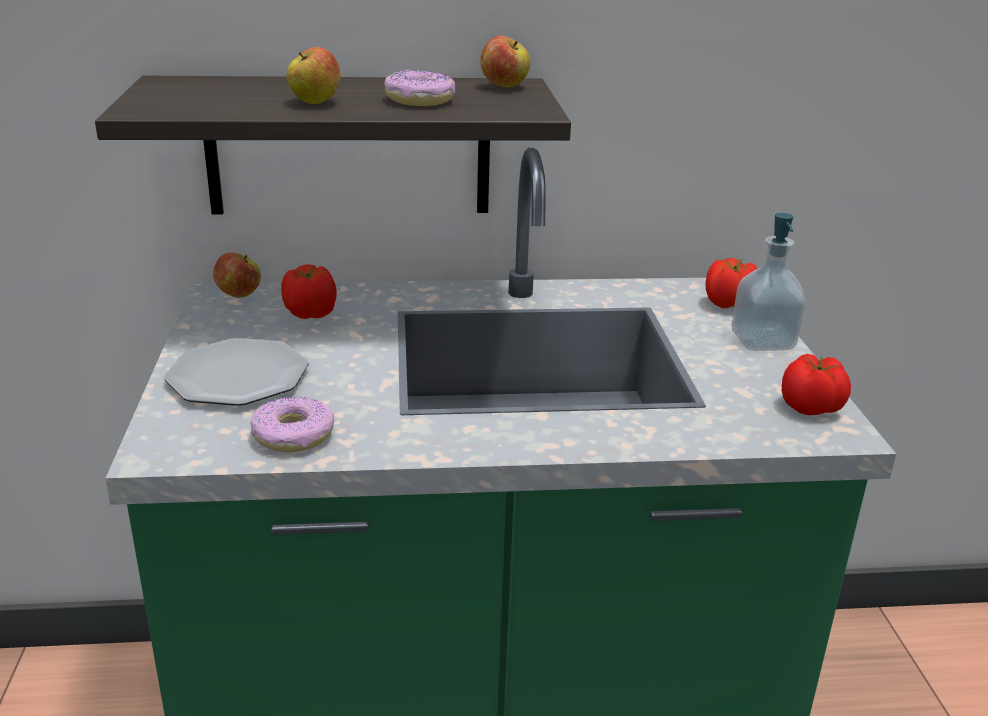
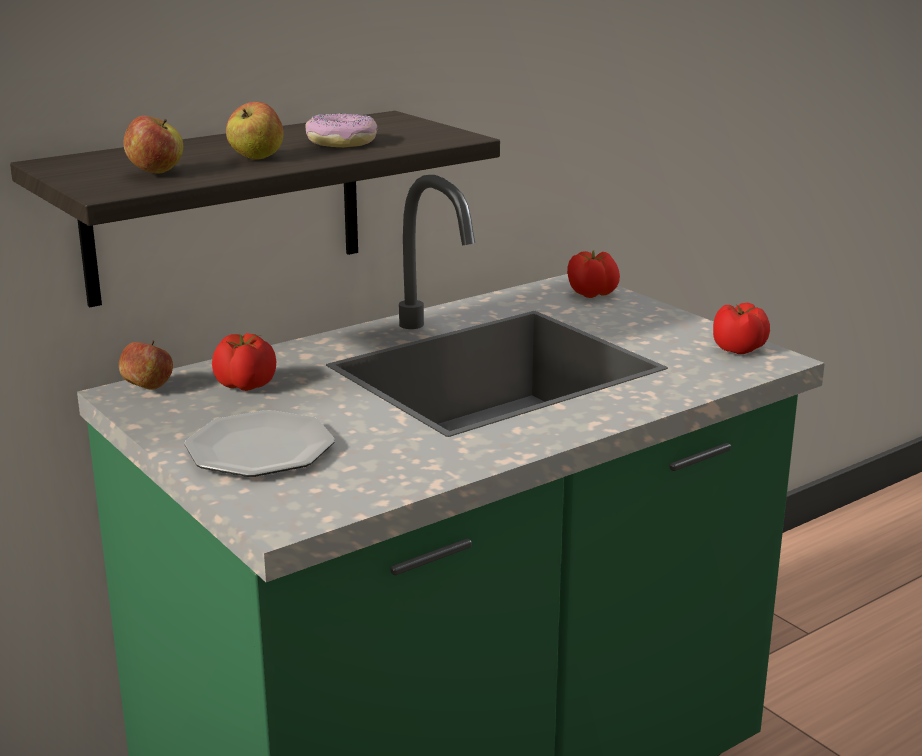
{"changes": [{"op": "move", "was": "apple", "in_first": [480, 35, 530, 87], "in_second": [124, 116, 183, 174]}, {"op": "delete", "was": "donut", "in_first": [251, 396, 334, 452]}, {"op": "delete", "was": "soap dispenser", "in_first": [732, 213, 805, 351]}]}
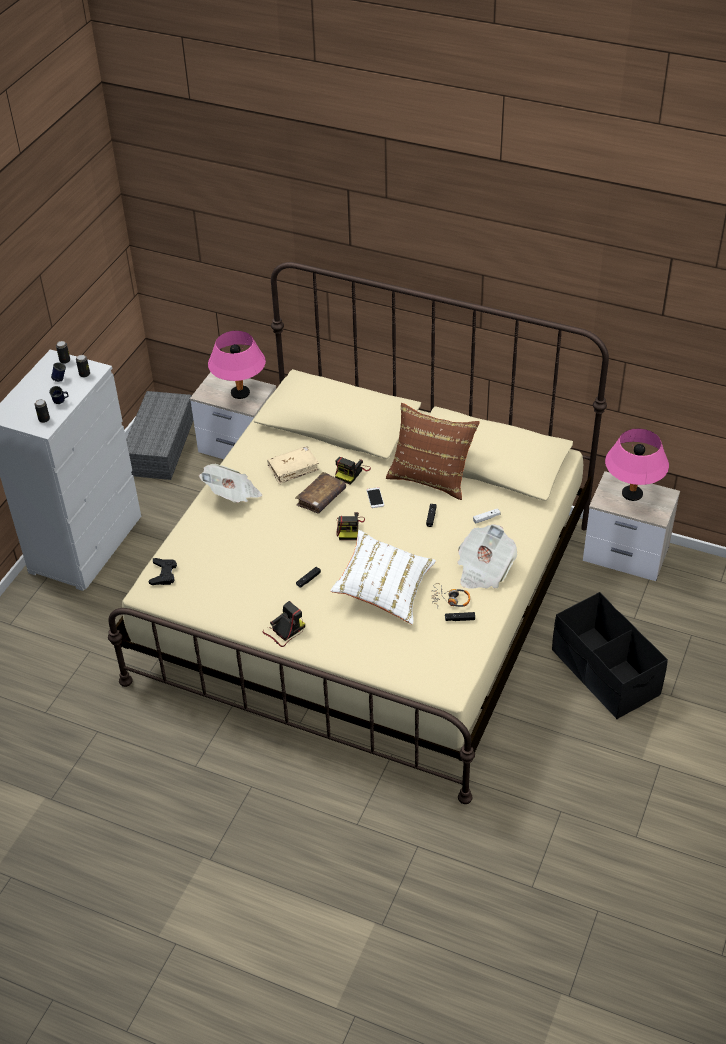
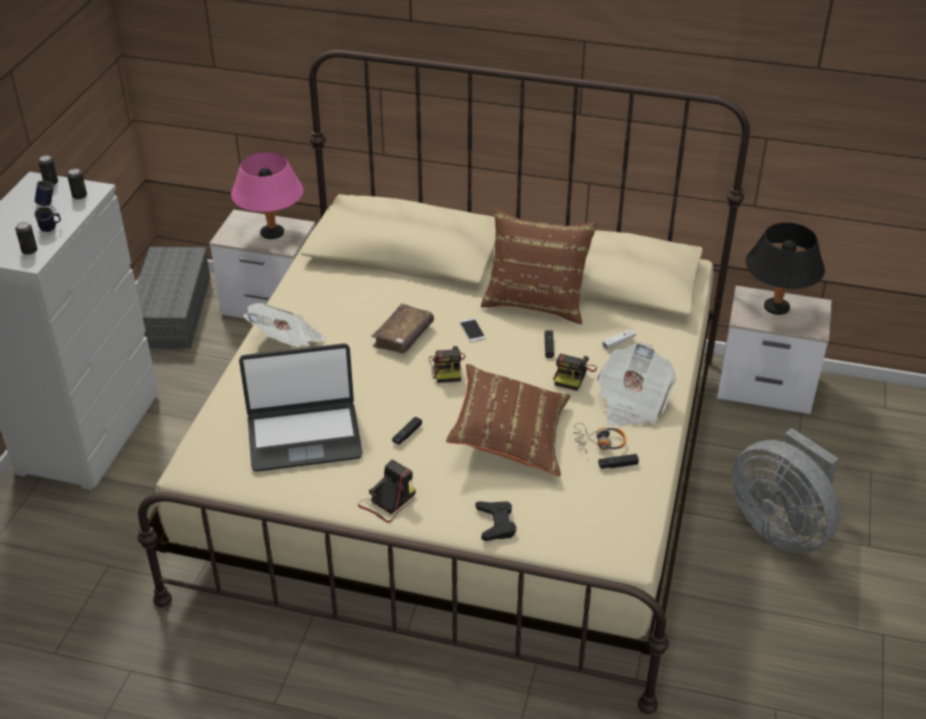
{"changes": [{"op": "insert", "now": "laptop", "in_second": [239, 343, 363, 472]}, {"op": "recolor", "was": "pillow/white", "now": "pillow/brown", "in_first": [330, 530, 436, 625], "in_second": [446, 364, 570, 477]}, {"op": "move", "was": "game controller/black", "in_first": [149, 558, 177, 585], "in_second": [475, 501, 517, 541]}, {"op": "move", "was": "photo camera", "in_first": [335, 457, 371, 485], "in_second": [553, 354, 597, 391]}, {"op": "replace", "was": "storage box/black", "now": "fan/grey", "in_first": [552, 592, 668, 719], "in_second": [732, 428, 840, 553]}, {"op": "recolor", "was": "table lamp/pink", "now": "table lamp/black", "in_first": [605, 429, 669, 501], "in_second": [746, 223, 825, 315]}, {"op": "delete", "was": "book/beige", "in_first": [267, 446, 319, 484]}]}
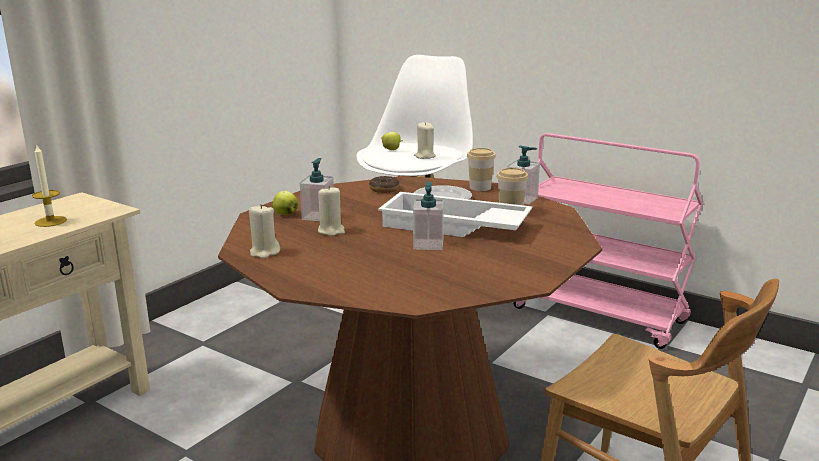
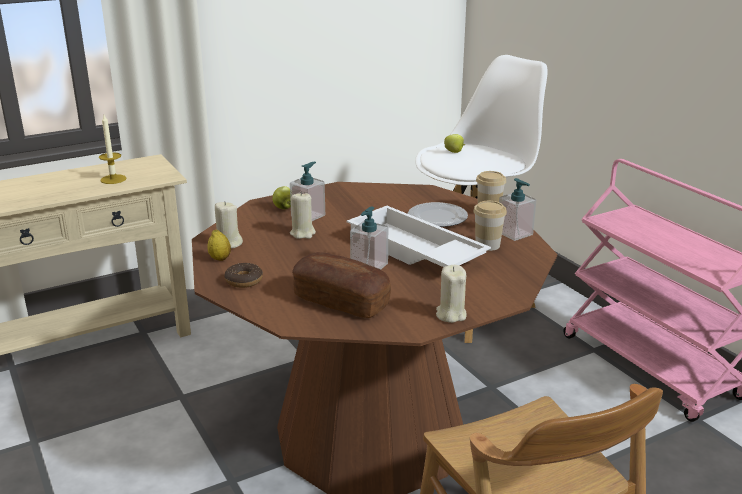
{"changes": [{"op": "insert", "now": "lemon", "in_second": [208, 230, 231, 261]}, {"op": "move", "was": "donut", "in_first": [369, 176, 400, 193], "in_second": [224, 263, 263, 288]}, {"op": "insert", "now": "bread", "in_second": [292, 252, 391, 318]}, {"op": "move", "was": "candle/beige", "in_first": [414, 122, 436, 159], "in_second": [436, 265, 467, 323]}]}
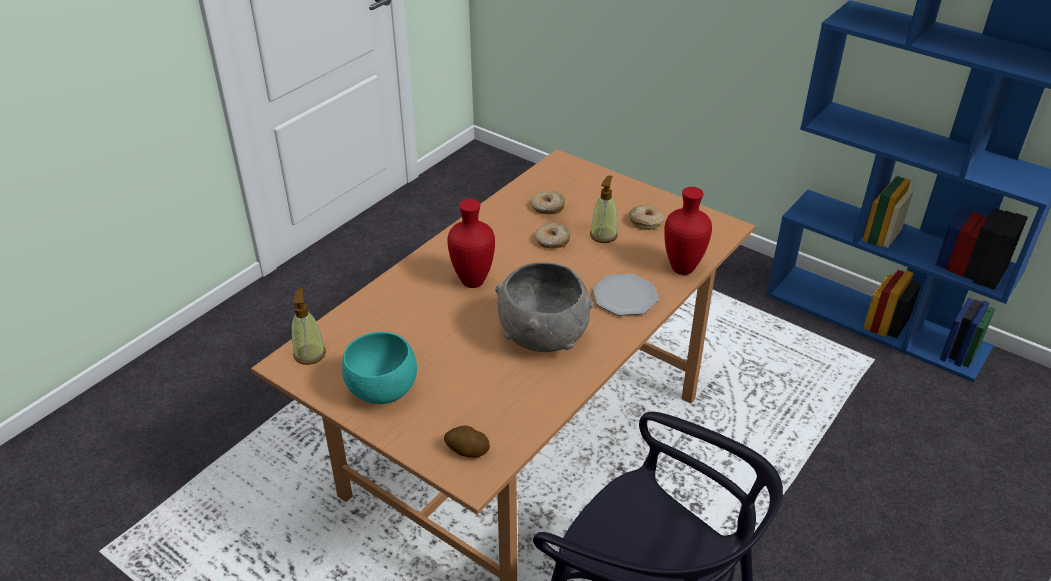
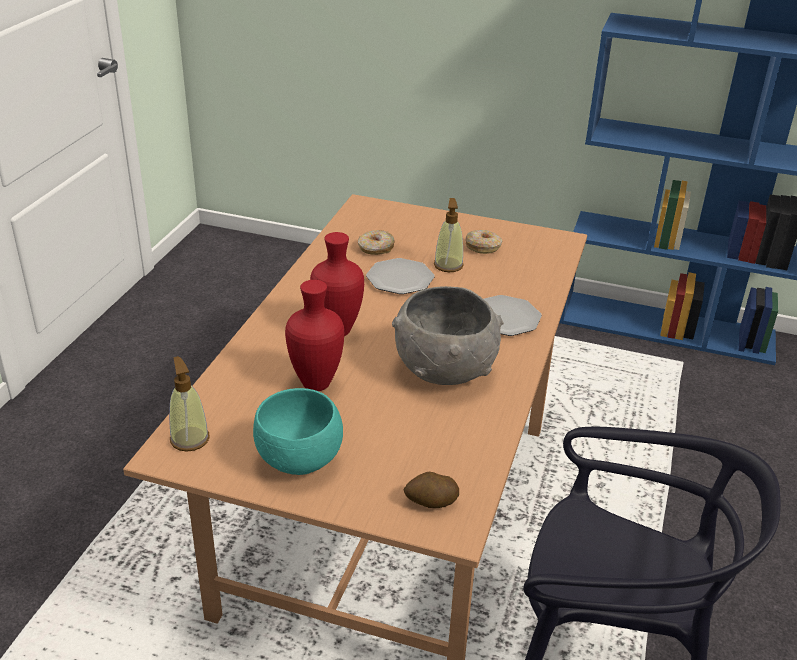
{"changes": [{"op": "move", "was": "vase/red", "in_first": [664, 187, 712, 275], "in_second": [285, 280, 344, 391]}, {"op": "replace", "was": "donut", "now": "plate", "in_first": [535, 223, 570, 248], "in_second": [366, 258, 435, 294]}]}
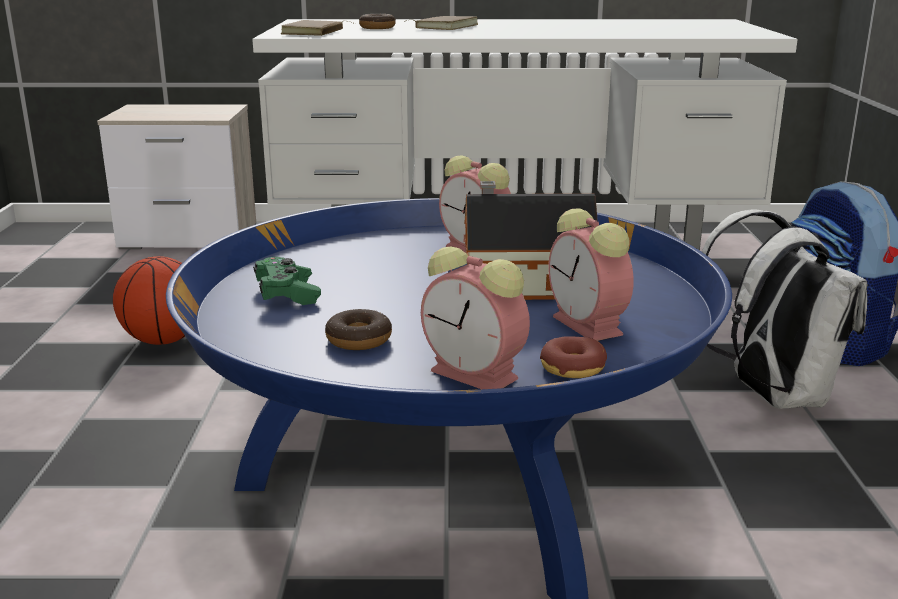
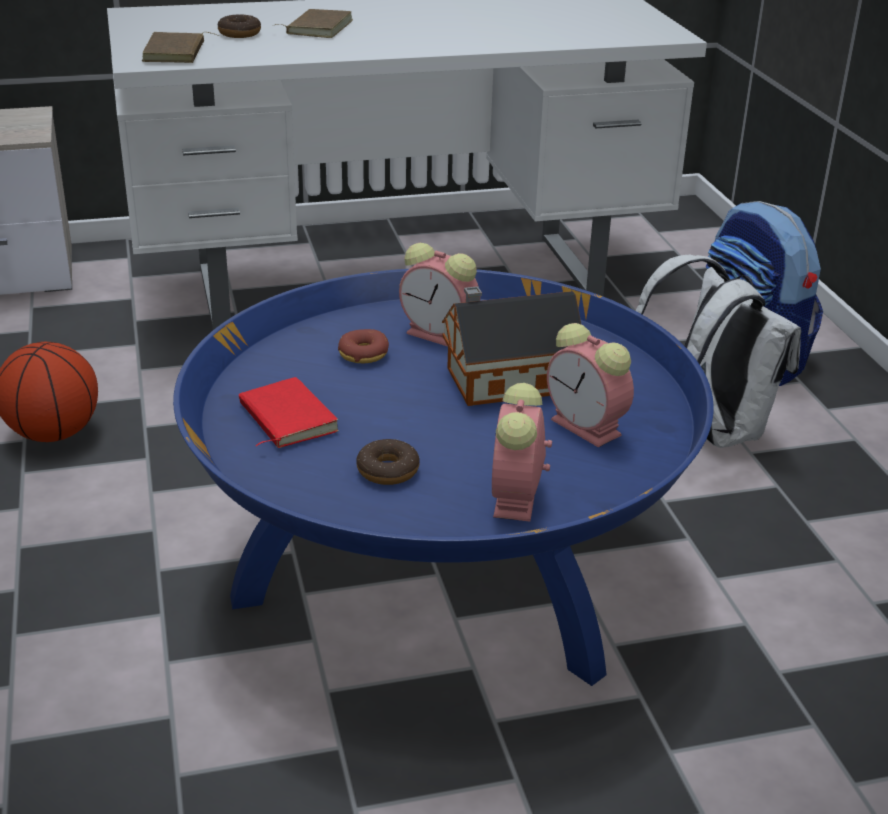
{"changes": [{"op": "replace", "was": "game controller/green", "now": "book/red", "in_first": [253, 257, 321, 305], "in_second": [239, 377, 339, 448]}, {"op": "move", "was": "donut", "in_first": [540, 336, 607, 378], "in_second": [338, 329, 389, 363]}, {"op": "rotate", "was": "alarm clock", "in_first": [421, 246, 530, 389], "in_second": [492, 383, 552, 522], "clockwise": 75}]}
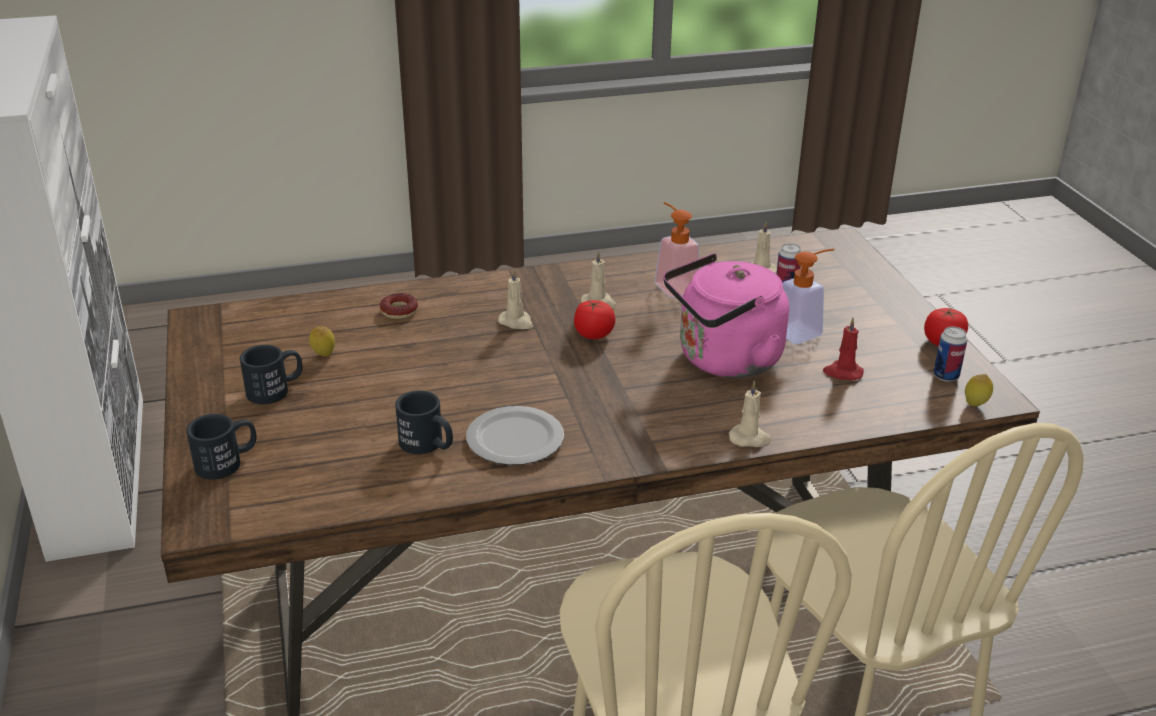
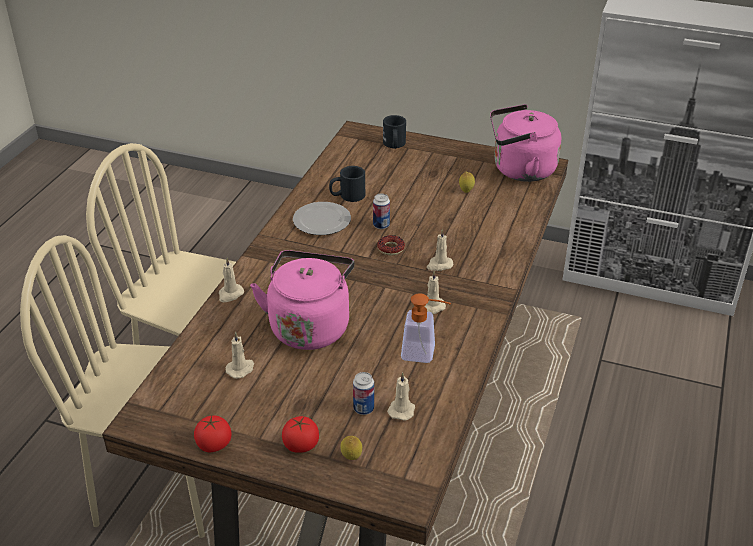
{"changes": [{"op": "recolor", "was": "candle/red", "now": "candle/beige", "in_first": [823, 318, 864, 380], "in_second": [225, 332, 254, 379]}, {"op": "move", "was": "tomato", "in_first": [574, 300, 616, 339], "in_second": [282, 416, 319, 453]}, {"op": "move", "was": "lemon", "in_first": [965, 374, 993, 407], "in_second": [340, 436, 362, 460]}, {"op": "move", "was": "can", "in_first": [933, 327, 967, 382], "in_second": [373, 194, 390, 229]}, {"op": "move", "was": "donut", "in_first": [380, 293, 418, 319], "in_second": [377, 235, 405, 255]}, {"op": "insert", "now": "kettle/pink", "in_second": [490, 104, 562, 182]}, {"op": "delete", "was": "mug/black", "in_first": [240, 345, 303, 404]}, {"op": "delete", "was": "soap dispenser", "in_first": [783, 249, 834, 344]}]}
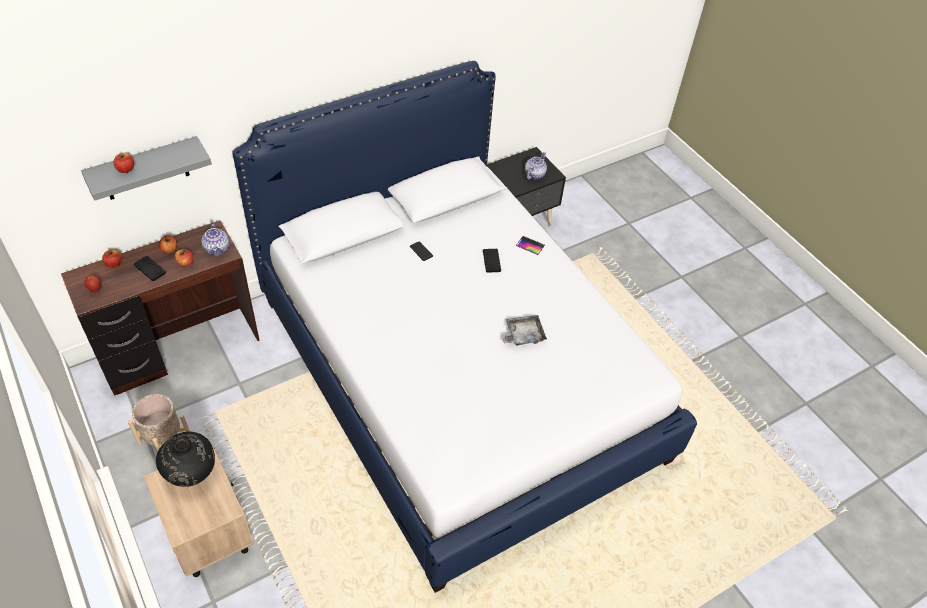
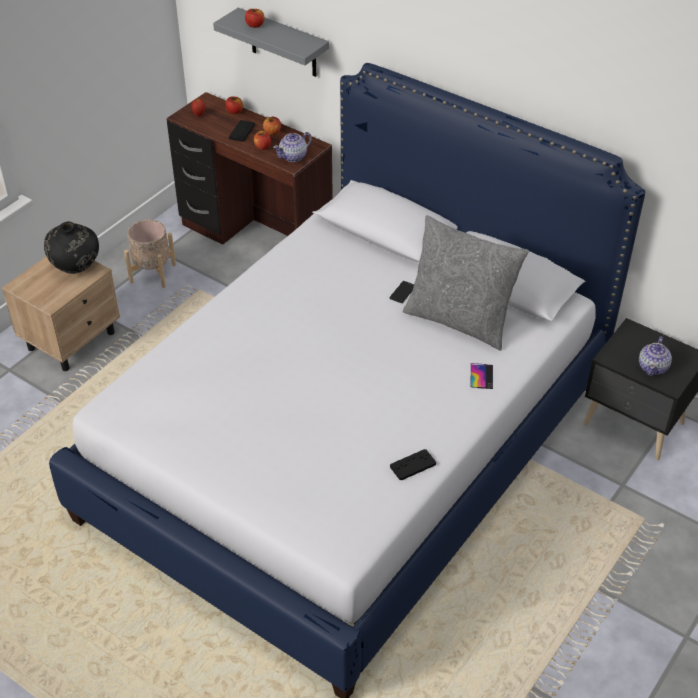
{"changes": [{"op": "move", "was": "game controller/black", "in_first": [483, 249, 501, 273], "in_second": [390, 449, 436, 480]}, {"op": "insert", "now": "pillow/grey", "in_second": [403, 215, 529, 351]}, {"op": "rotate", "was": "teapot", "in_first": [525, 152, 547, 180], "in_second": [639, 336, 672, 376], "clockwise": 105}, {"op": "delete", "was": "tray/grey", "in_first": [502, 315, 547, 346]}]}
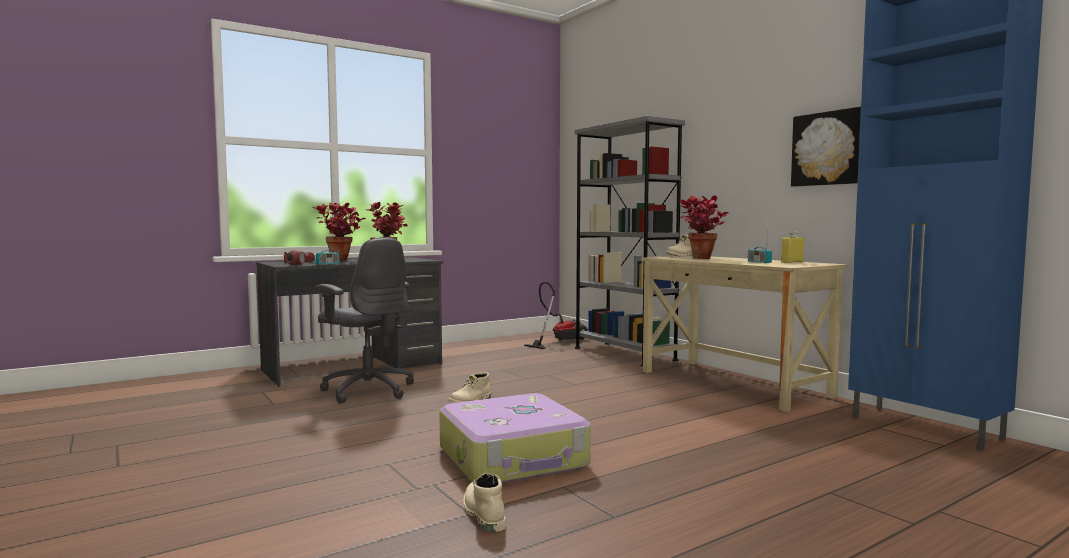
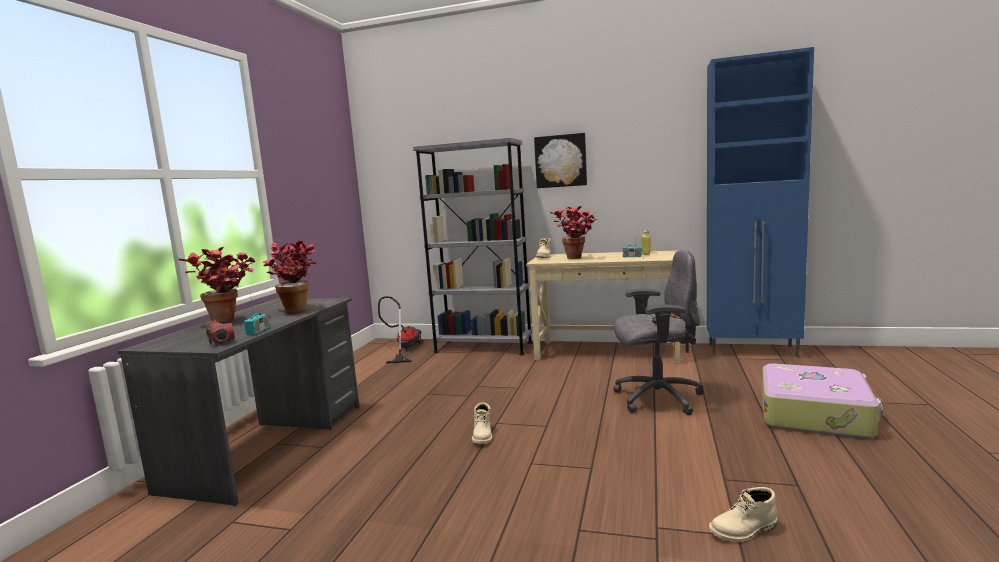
{"changes": [{"op": "move", "was": "picture", "in_first": [791, 107, 861, 187], "in_second": [534, 133, 587, 188]}, {"op": "move", "was": "office chair/grey", "in_first": [315, 237, 414, 404], "in_second": [613, 250, 704, 415]}, {"op": "rotate", "was": "boot/beige", "in_first": [464, 473, 506, 532], "in_second": [709, 487, 777, 542], "clockwise": -45}, {"op": "move", "was": "suitcase", "in_first": [439, 393, 591, 484], "in_second": [762, 364, 883, 438]}]}
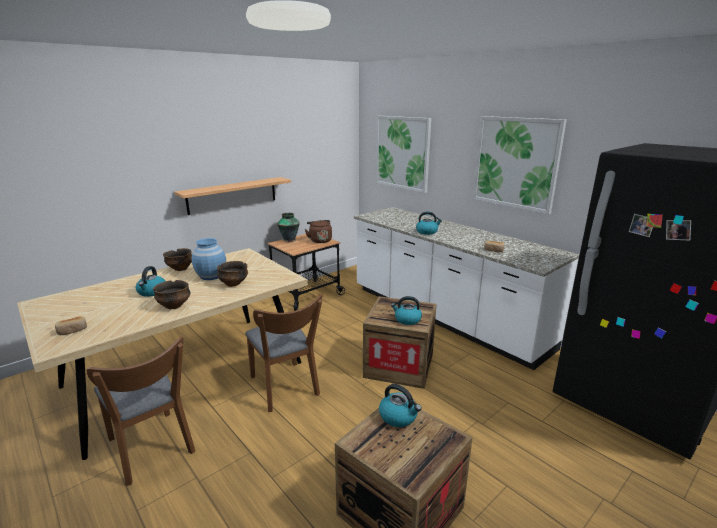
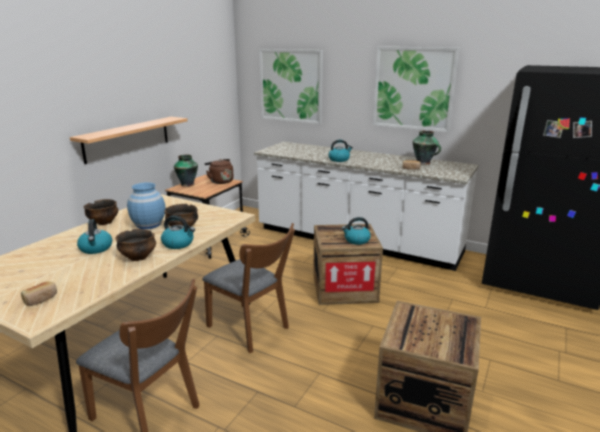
{"changes": [{"op": "move", "was": "kettle", "in_first": [379, 384, 422, 427], "in_second": [161, 215, 195, 249]}, {"op": "insert", "now": "vase", "in_second": [412, 131, 441, 165]}]}
